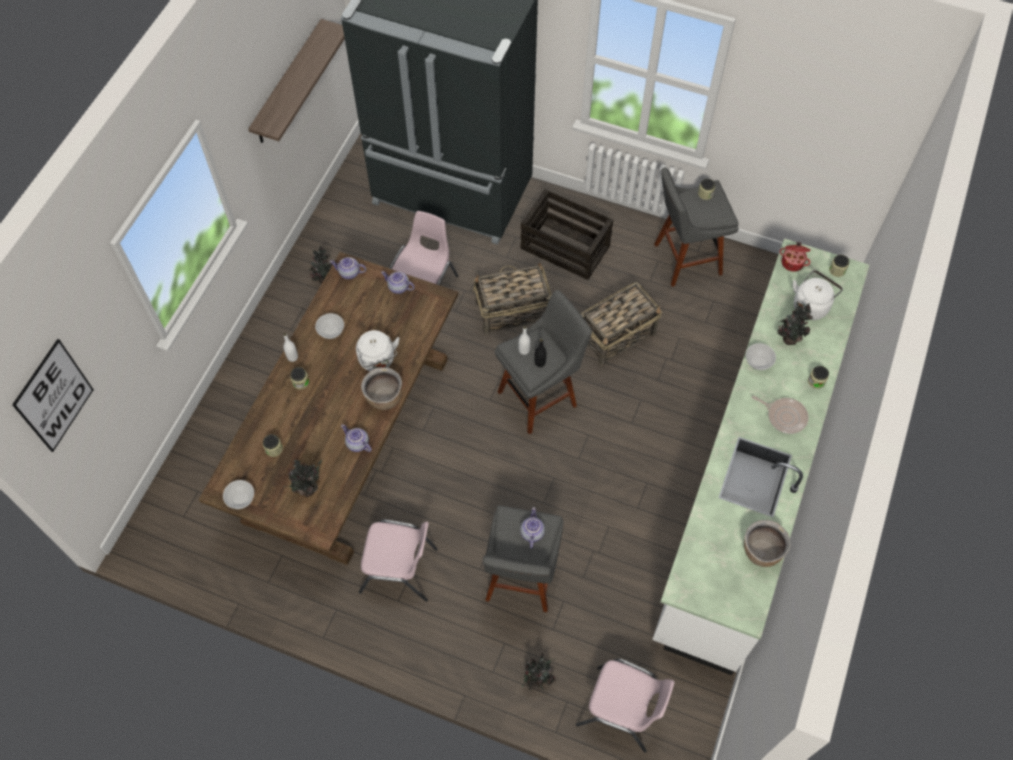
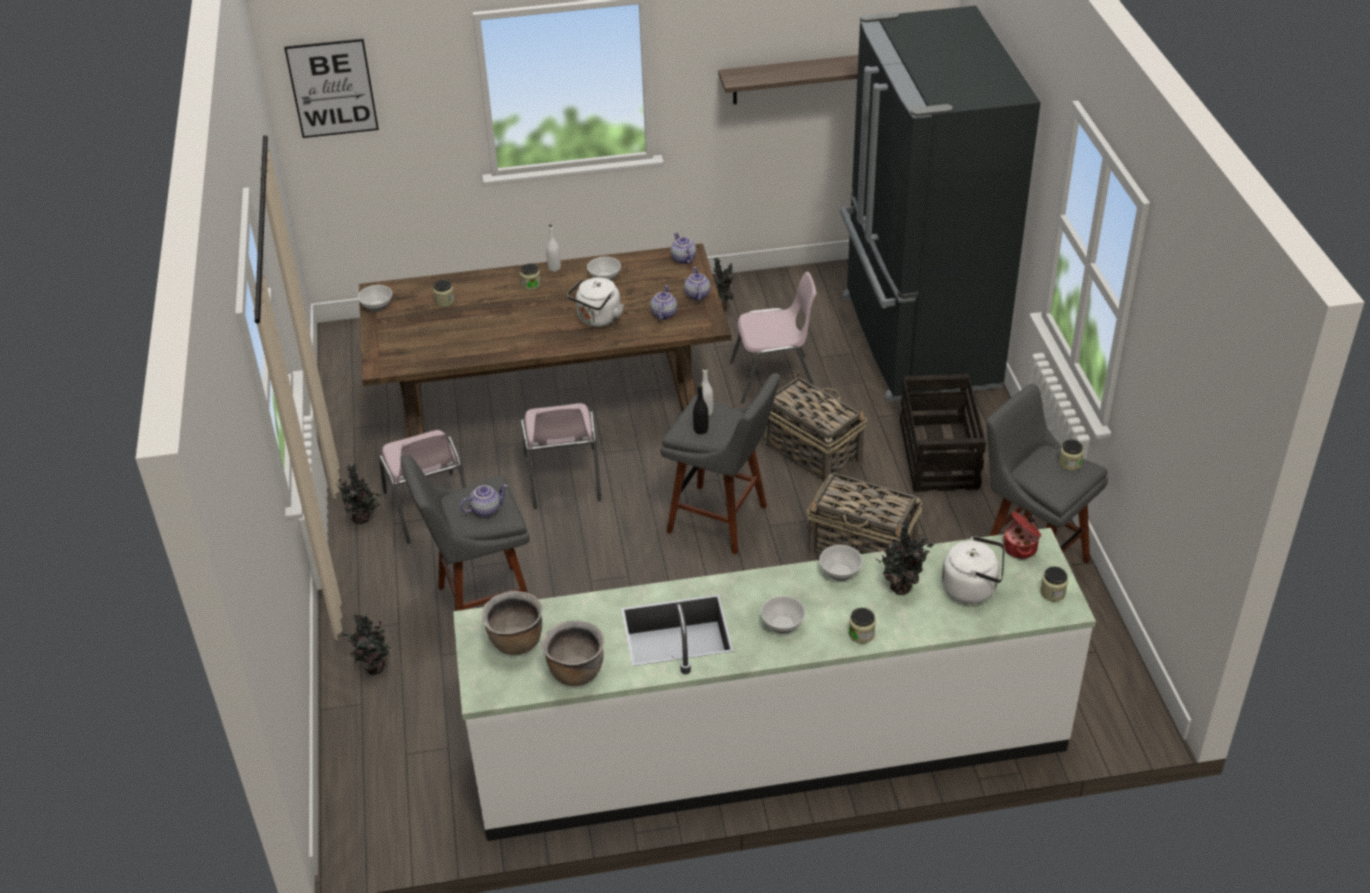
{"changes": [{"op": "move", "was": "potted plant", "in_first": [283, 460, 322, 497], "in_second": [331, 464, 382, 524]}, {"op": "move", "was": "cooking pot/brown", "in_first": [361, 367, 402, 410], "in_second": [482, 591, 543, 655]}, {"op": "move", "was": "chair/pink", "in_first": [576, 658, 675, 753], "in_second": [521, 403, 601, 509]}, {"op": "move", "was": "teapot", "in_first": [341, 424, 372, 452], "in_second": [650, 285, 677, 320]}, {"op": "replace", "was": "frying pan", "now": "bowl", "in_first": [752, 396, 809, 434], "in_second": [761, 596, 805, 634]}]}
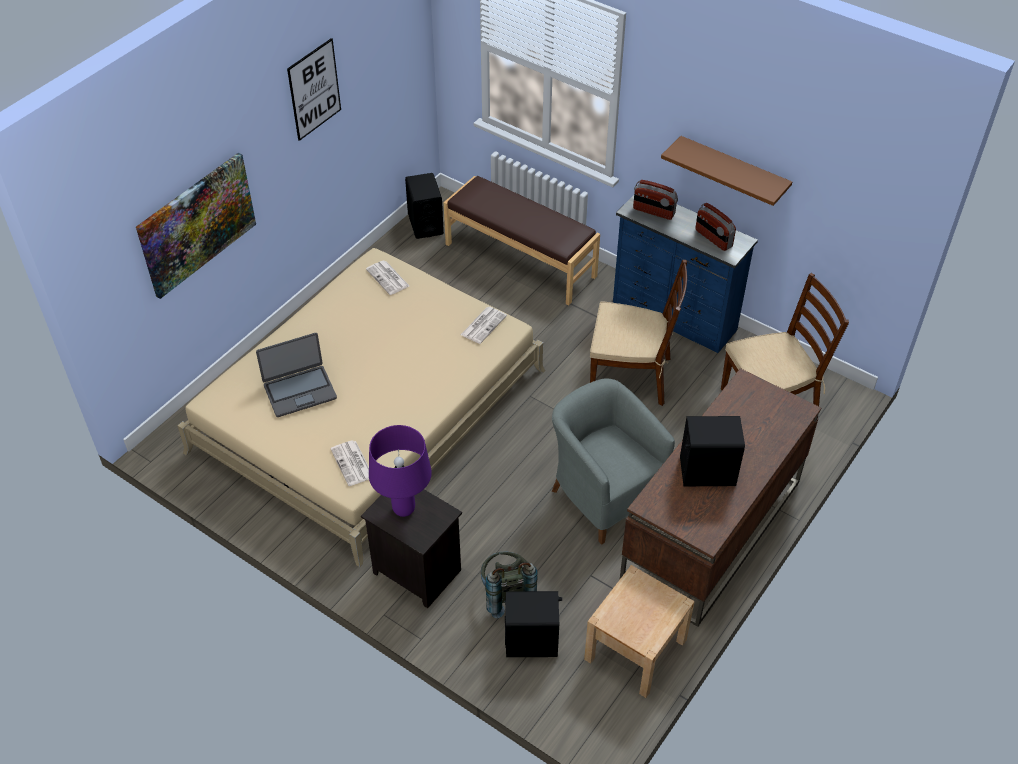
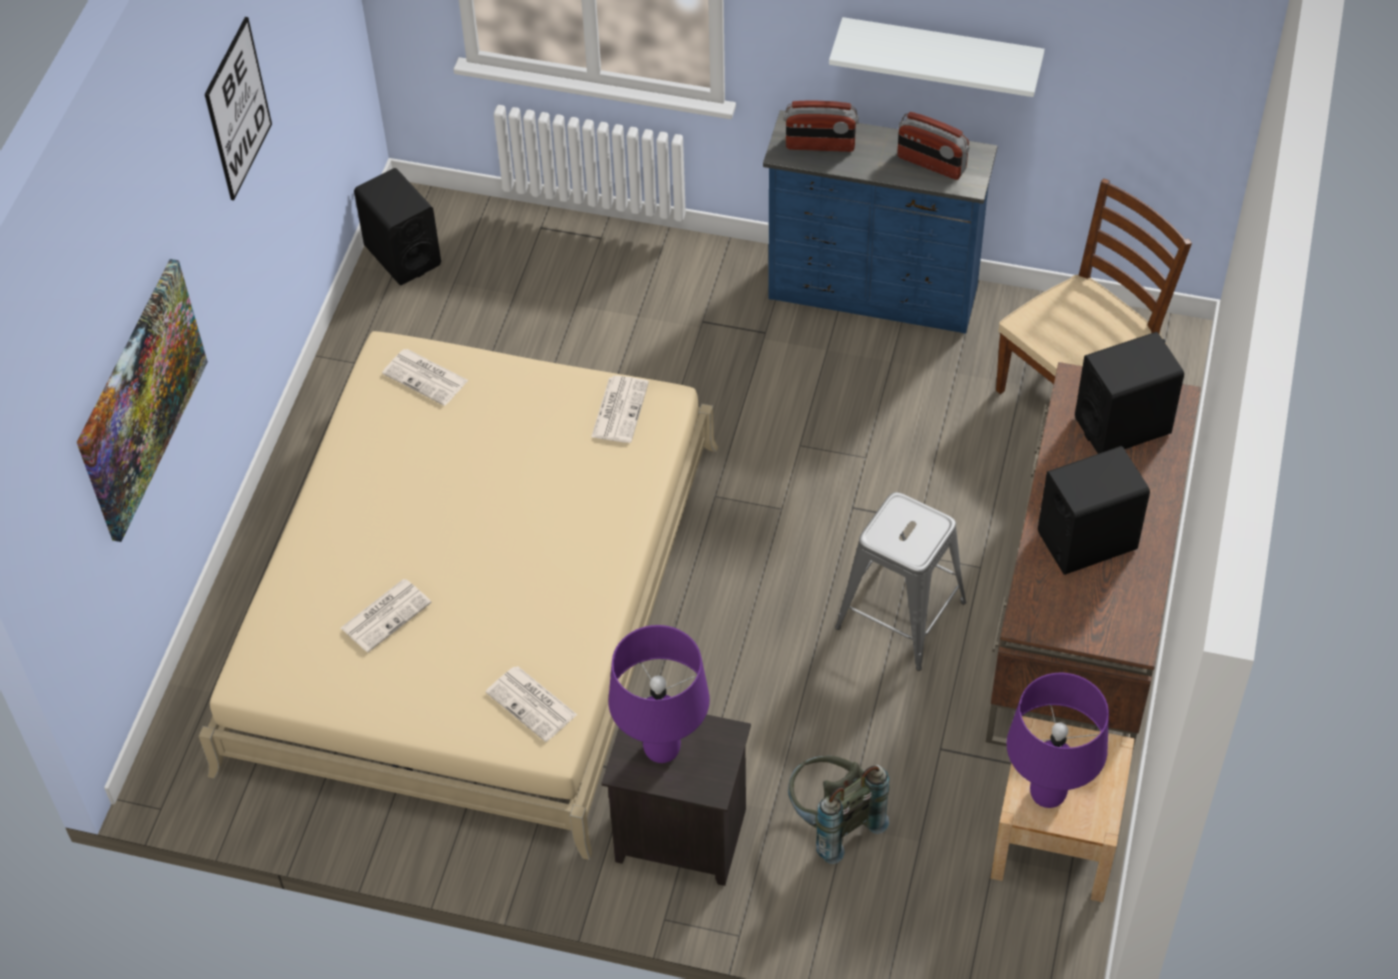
{"changes": [{"op": "replace", "was": "laptop", "now": "newspaper", "in_first": [256, 333, 337, 417], "in_second": [341, 579, 432, 652]}, {"op": "recolor", "was": "shelf/brown", "now": "shelf/white", "in_first": [661, 136, 792, 206], "in_second": [829, 17, 1045, 97]}, {"op": "replace", "was": "armchair/grey", "now": "stool/grey", "in_first": [552, 378, 675, 545], "in_second": [835, 492, 966, 671]}, {"op": "insert", "now": "table lamp/purple", "in_second": [1006, 673, 1109, 808]}, {"op": "move", "was": "speaker/black", "in_first": [505, 591, 562, 657], "in_second": [1075, 332, 1184, 454]}, {"op": "delete", "was": "bench/brown", "in_first": [444, 176, 600, 305]}, {"op": "delete", "was": "chair/brown", "in_first": [590, 260, 687, 406]}]}
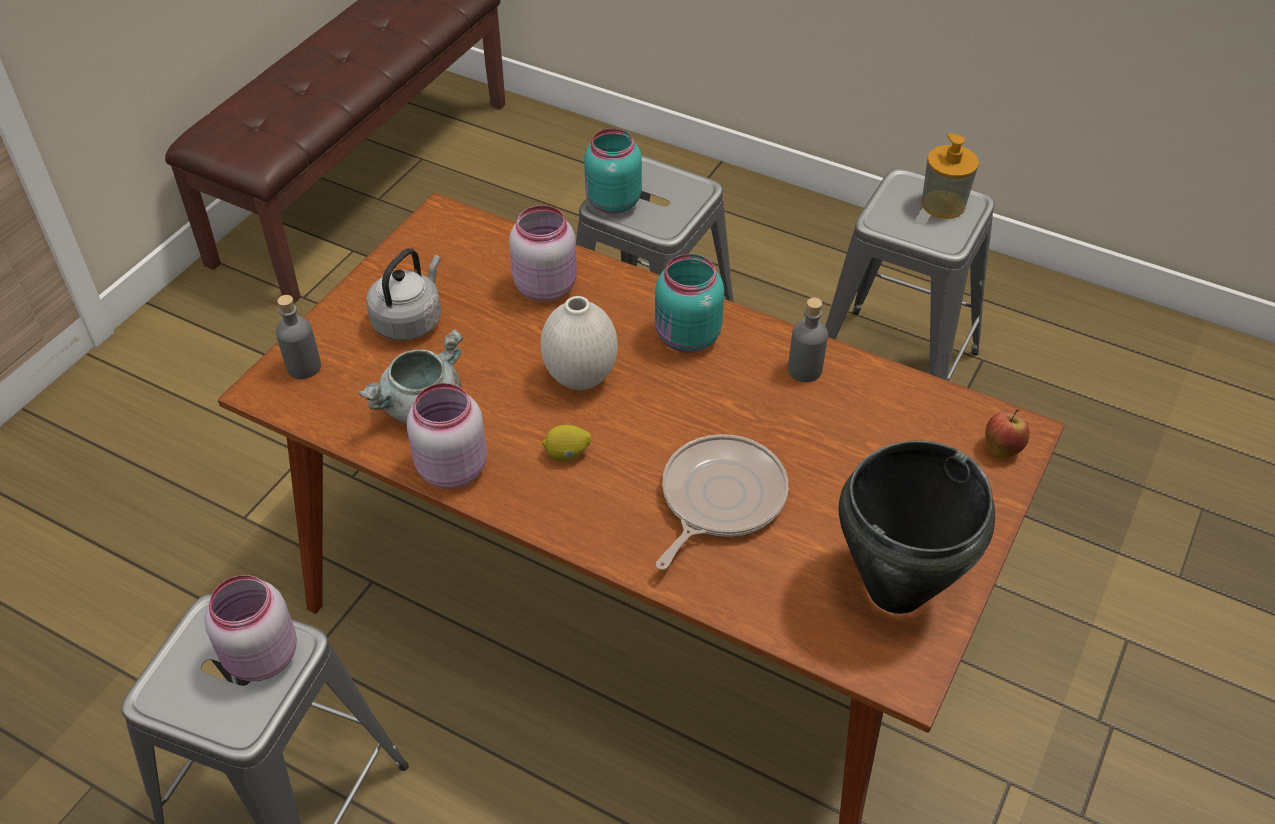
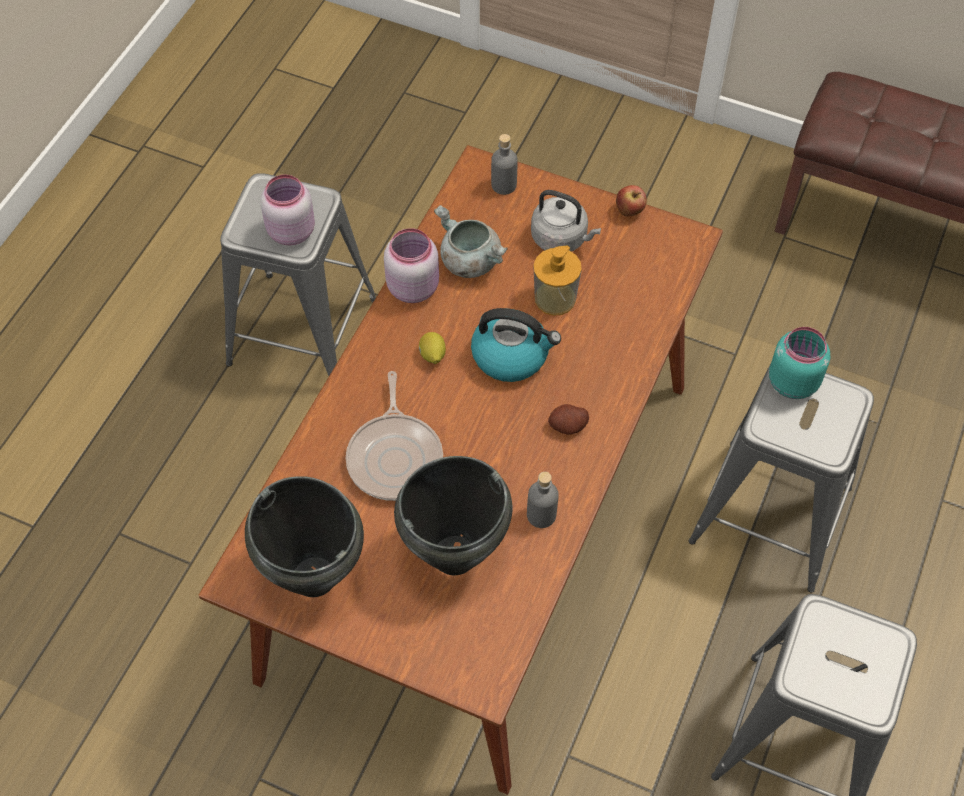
{"changes": [{"op": "rotate", "was": "frying pan", "in_first": [656, 434, 788, 570], "in_second": [346, 371, 443, 501], "clockwise": 60}, {"op": "insert", "now": "cooking pot/black", "in_second": [394, 456, 512, 575]}, {"op": "replace", "was": "vase/white", "now": "kettle", "in_first": [541, 296, 618, 390], "in_second": [471, 308, 561, 382]}, {"op": "move", "was": "soap dispenser", "in_first": [922, 133, 979, 219], "in_second": [533, 246, 582, 316]}, {"op": "replace", "was": "jar/turquoise", "now": "potato", "in_first": [655, 254, 724, 353], "in_second": [548, 404, 589, 434]}, {"op": "move", "was": "apple", "in_first": [985, 409, 1030, 459], "in_second": [616, 185, 647, 216]}, {"op": "delete", "was": "jar/pink", "in_first": [509, 205, 577, 302]}]}
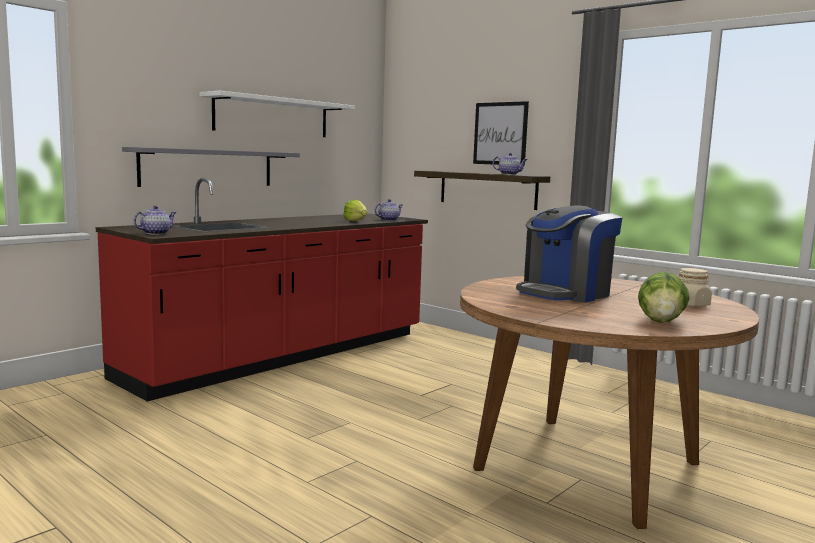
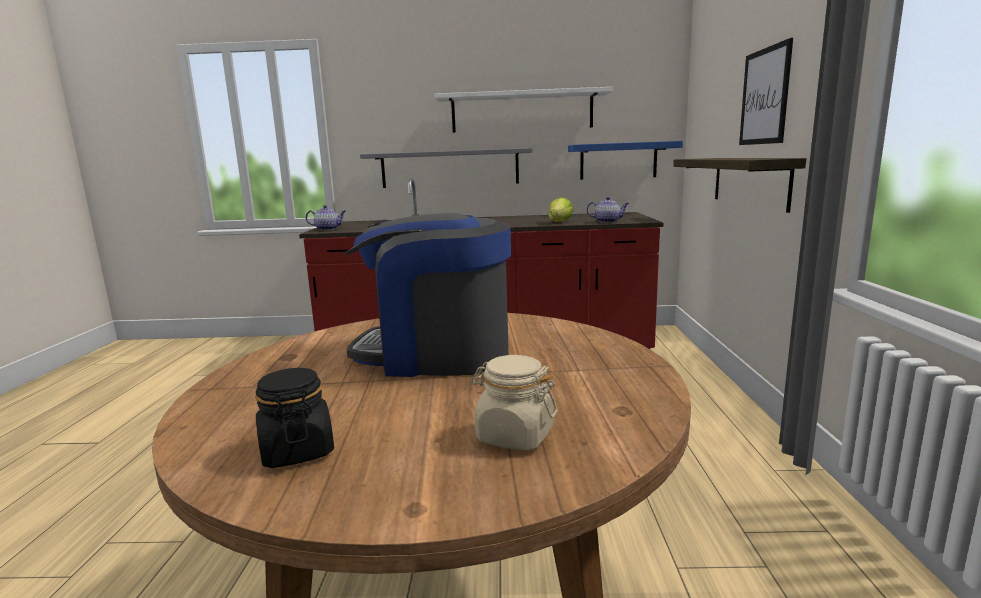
{"changes": [{"op": "replace", "was": "lettuce", "now": "jar/black", "in_first": [638, 271, 689, 323], "in_second": [255, 368, 334, 468]}, {"op": "insert", "now": "shelf/blue", "in_second": [568, 141, 683, 180]}, {"op": "delete", "was": "teapot", "in_first": [493, 153, 528, 175]}]}
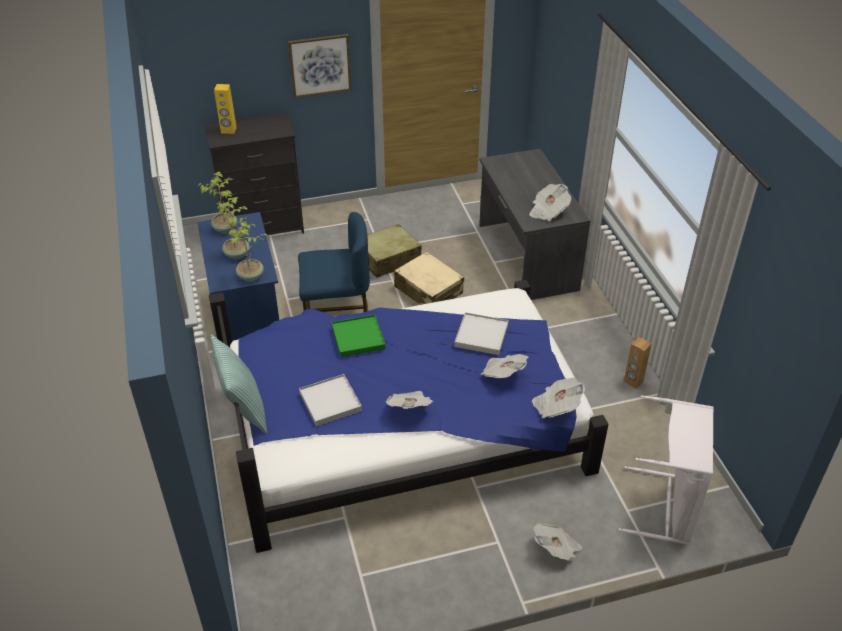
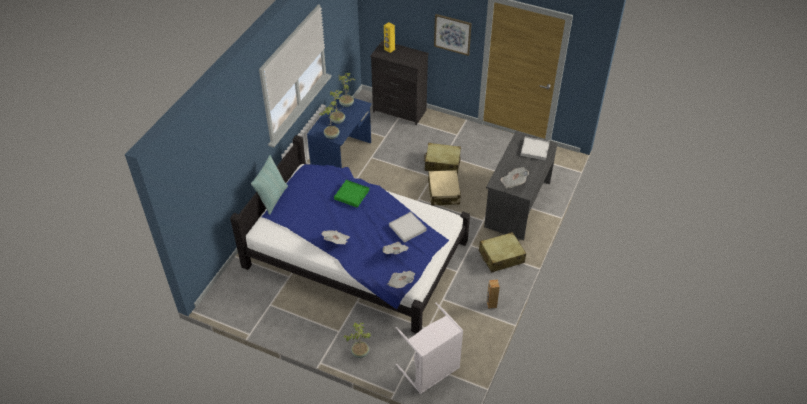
{"changes": [{"op": "replace", "was": "newspaper", "now": "potted plant", "in_first": [533, 523, 582, 561], "in_second": [343, 322, 371, 358]}, {"op": "insert", "now": "suitcase/beige", "in_second": [479, 232, 526, 272]}, {"op": "move", "was": "tray/white", "in_first": [299, 374, 362, 426], "in_second": [520, 136, 550, 161]}, {"op": "delete", "was": "chair/blue", "in_first": [298, 212, 370, 312]}]}
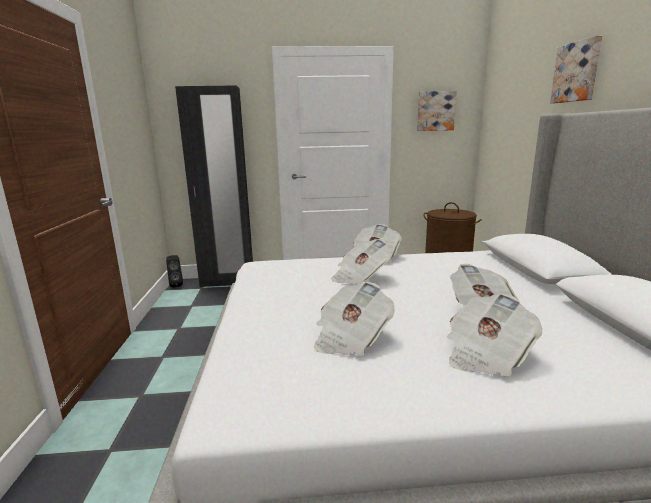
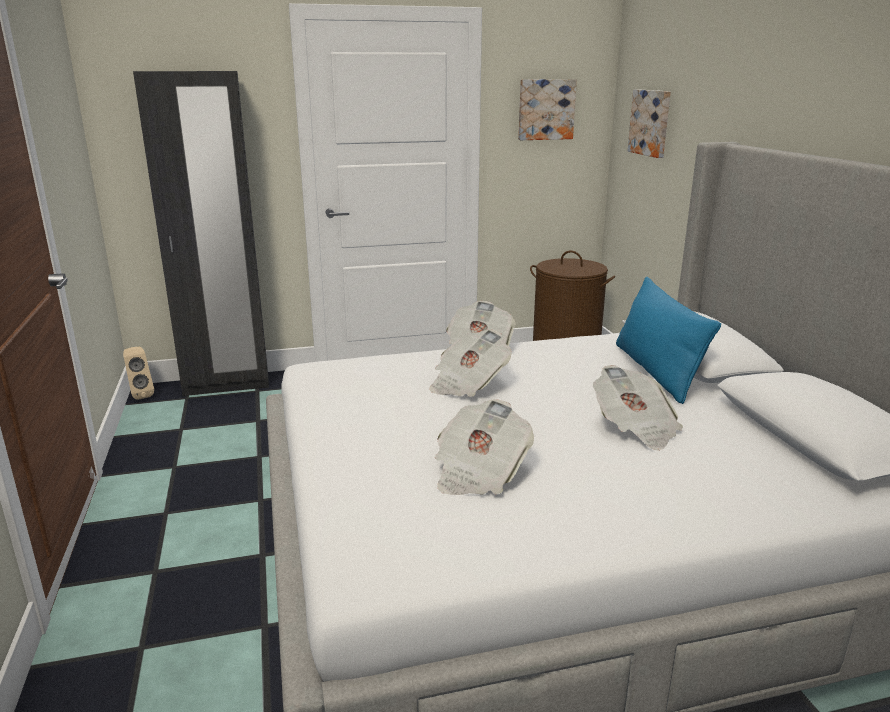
{"changes": [{"op": "recolor", "was": "speaker/black", "now": "speaker/beige", "in_first": [166, 255, 183, 287], "in_second": [123, 347, 154, 400]}, {"op": "insert", "now": "pillow/blue", "in_second": [616, 277, 721, 404]}, {"op": "move", "was": "picture", "in_first": [550, 35, 603, 103], "in_second": [628, 90, 671, 158]}, {"op": "delete", "was": "newspaper", "in_first": [447, 294, 542, 376]}]}
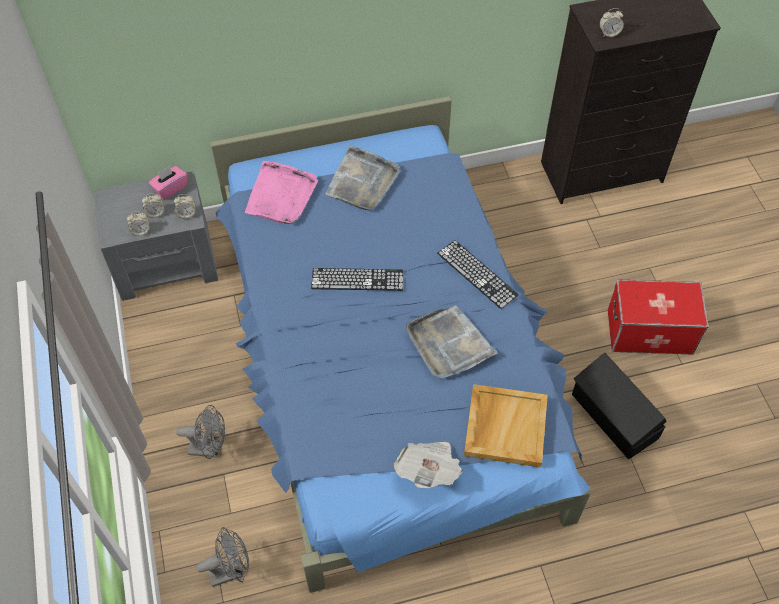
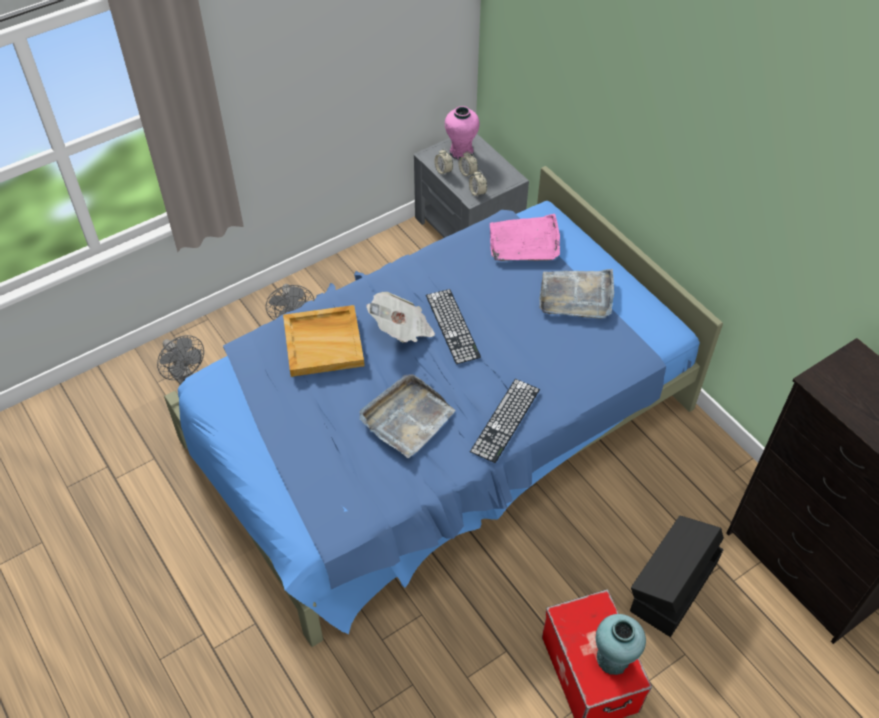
{"changes": [{"op": "move", "was": "tray/beige", "in_first": [464, 384, 548, 468], "in_second": [283, 305, 365, 377]}, {"op": "move", "was": "newspaper", "in_first": [394, 442, 463, 488], "in_second": [366, 292, 435, 343]}, {"op": "insert", "now": "vase/pink", "in_second": [445, 106, 480, 160]}, {"op": "insert", "now": "vase/turquoise", "in_second": [596, 614, 646, 675]}, {"op": "move", "was": "storage box/black", "in_first": [572, 353, 666, 459], "in_second": [630, 516, 724, 637]}, {"op": "delete", "was": "tissue box/pink", "in_first": [149, 166, 187, 200]}, {"op": "delete", "was": "alarm clock", "in_first": [599, 8, 624, 37]}]}
